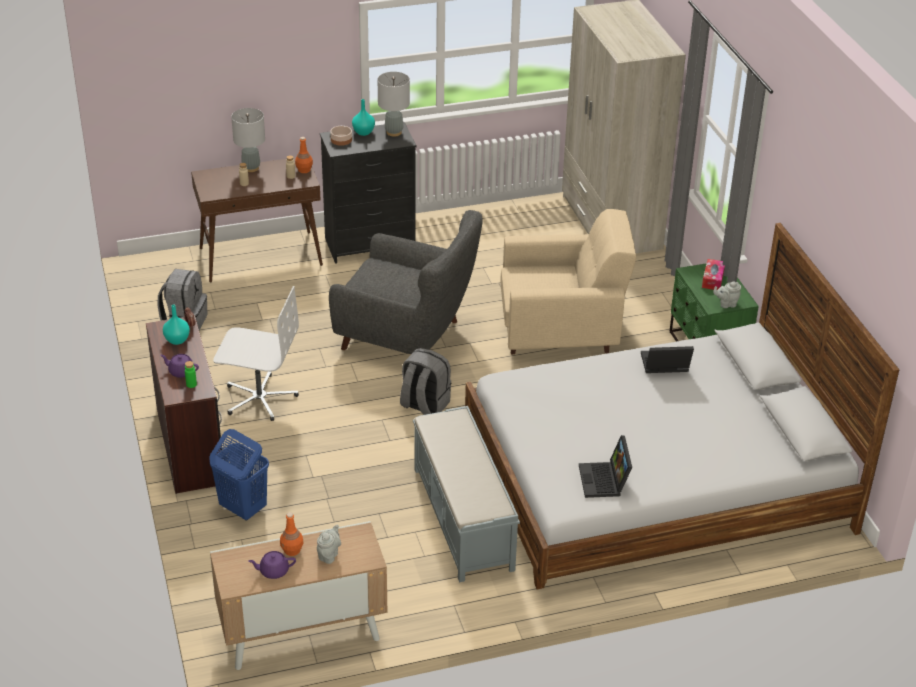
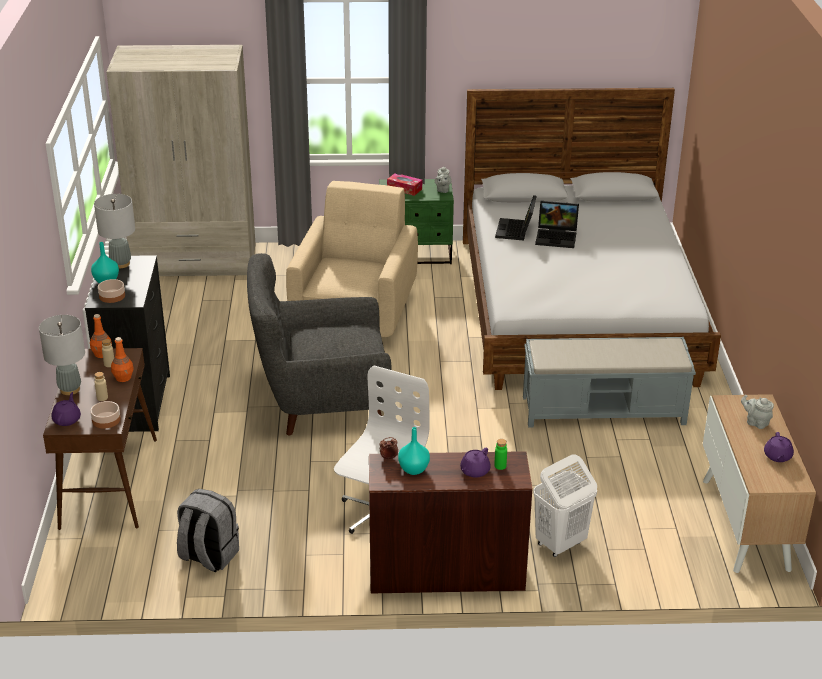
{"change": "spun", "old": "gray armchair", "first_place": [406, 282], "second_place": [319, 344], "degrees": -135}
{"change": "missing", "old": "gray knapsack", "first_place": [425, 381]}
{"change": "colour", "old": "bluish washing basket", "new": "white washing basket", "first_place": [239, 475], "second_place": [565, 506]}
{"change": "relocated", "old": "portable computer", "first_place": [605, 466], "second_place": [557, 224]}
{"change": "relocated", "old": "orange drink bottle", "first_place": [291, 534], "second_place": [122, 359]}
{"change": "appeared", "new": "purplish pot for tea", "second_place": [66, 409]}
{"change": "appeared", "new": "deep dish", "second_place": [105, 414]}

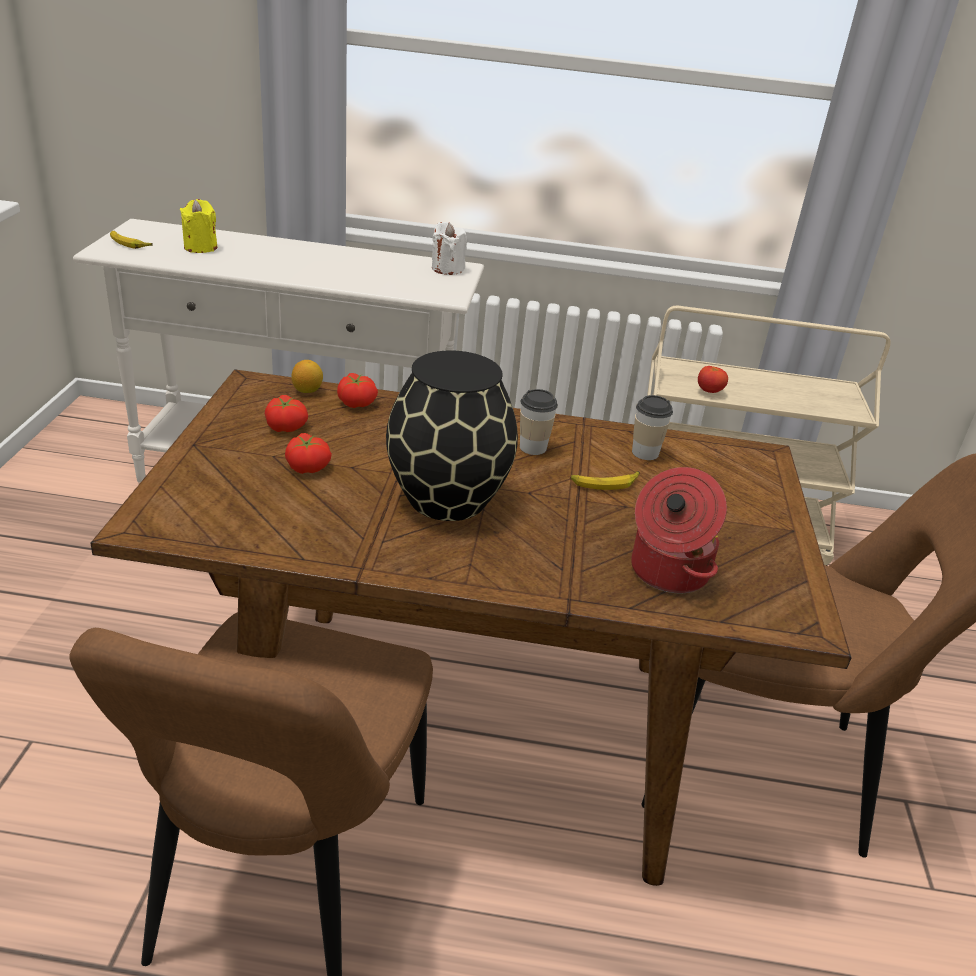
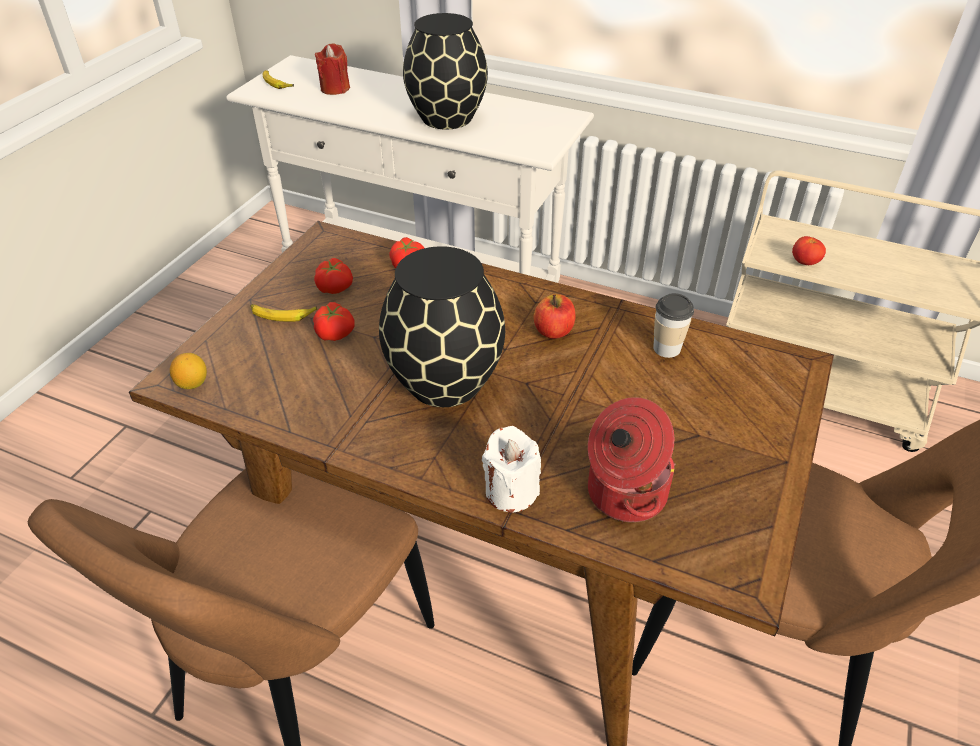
{"change": "colour", "old": "yellowish wax light", "new": "reddish wax light", "first_place": [199, 226], "second_place": [332, 69]}
{"change": "relocated", "old": "white wax light", "first_place": [449, 248], "second_place": [511, 469]}
{"change": "relocated", "old": "lemon", "first_place": [307, 376], "second_place": [188, 371]}
{"change": "exchanged", "old": "small cup", "new": "apple", "first_place": [539, 422], "second_place": [554, 316]}
{"change": "relocated", "old": "whole banana", "first_place": [605, 480], "second_place": [284, 313]}
{"change": "appeared", "new": "blackish flower vase", "second_place": [445, 71]}

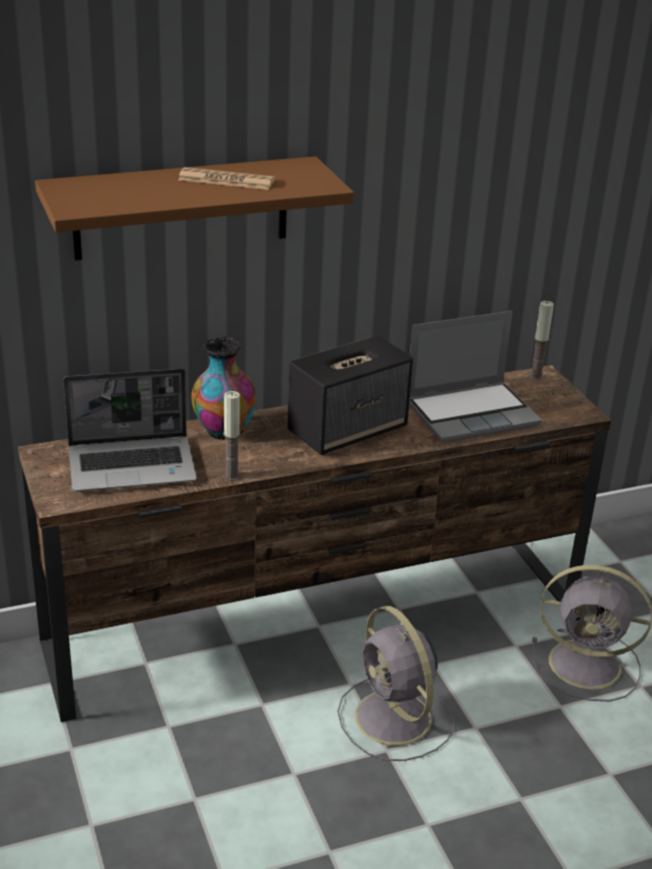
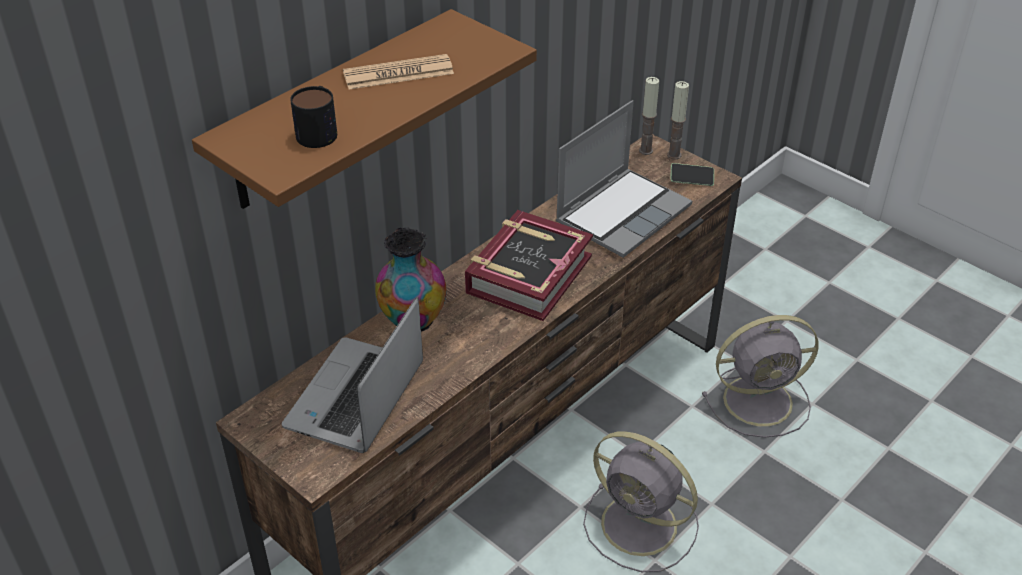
{"change": "exchanged", "old": "audio speaker", "new": "book", "first_place": [350, 395], "second_place": [529, 265]}
{"change": "spun", "old": "portable computer", "first_place": [130, 430], "second_place": [352, 375], "degrees": 150}
{"change": "relocated", "old": "wax light", "first_place": [231, 436], "second_place": [678, 120]}
{"change": "appeared", "new": "tea mug", "second_place": [313, 117]}
{"change": "appeared", "new": "handset", "second_place": [692, 174]}

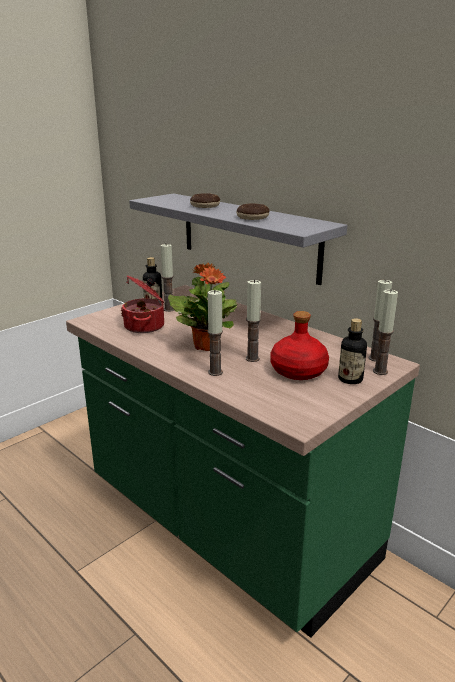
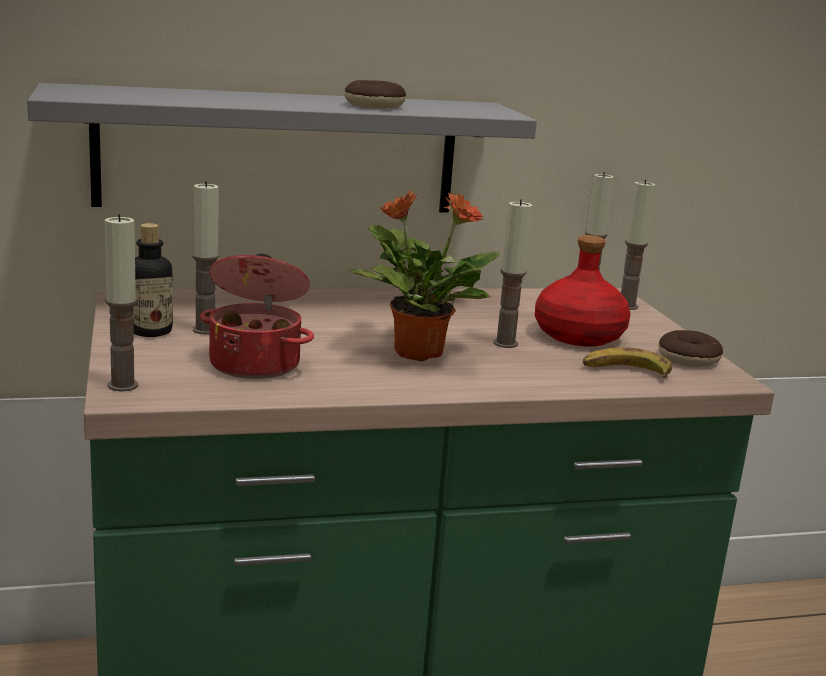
{"change": "relocated", "old": "ring doughnut", "first_place": [205, 200], "second_place": [690, 348]}
{"change": "relocated", "old": "wax light", "first_place": [215, 332], "second_place": [121, 303]}
{"change": "missing", "old": "drink bottle", "first_place": [352, 351]}
{"change": "appeared", "new": "whole banana", "second_place": [627, 362]}

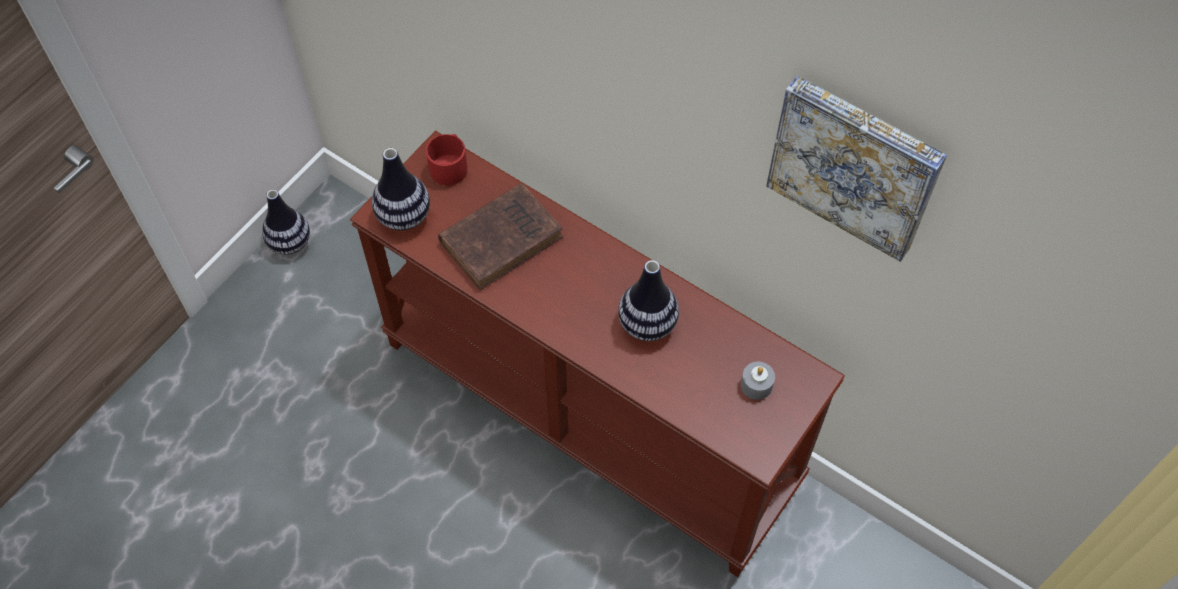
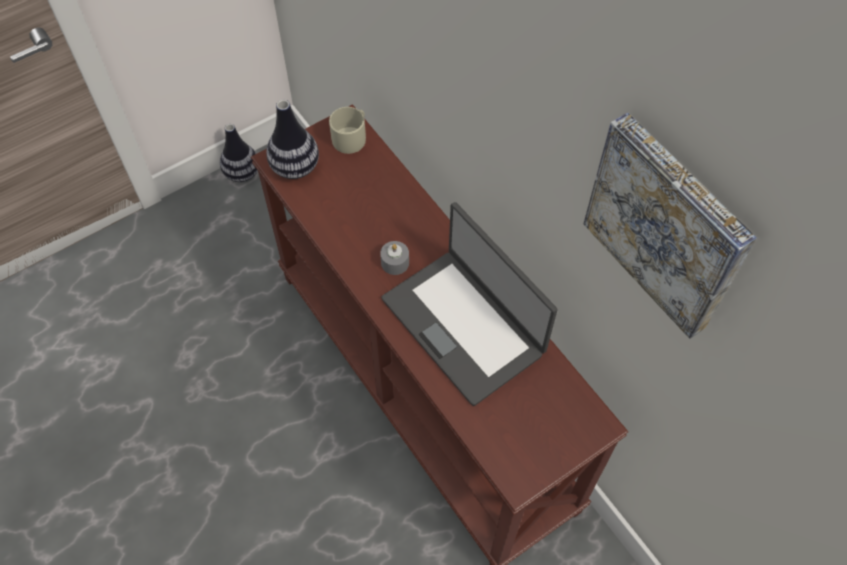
{"change": "colour", "old": "reddish tea mug", "new": "sand-coloured tea mug", "first_place": [446, 160], "second_place": [347, 130]}
{"change": "missing", "old": "brown-coloured book", "first_place": [500, 236]}
{"change": "exchanged", "old": "flower vase", "new": "portable computer", "first_place": [648, 300], "second_place": [469, 304]}
{"change": "relocated", "old": "gray wax light", "first_place": [758, 381], "second_place": [394, 258]}

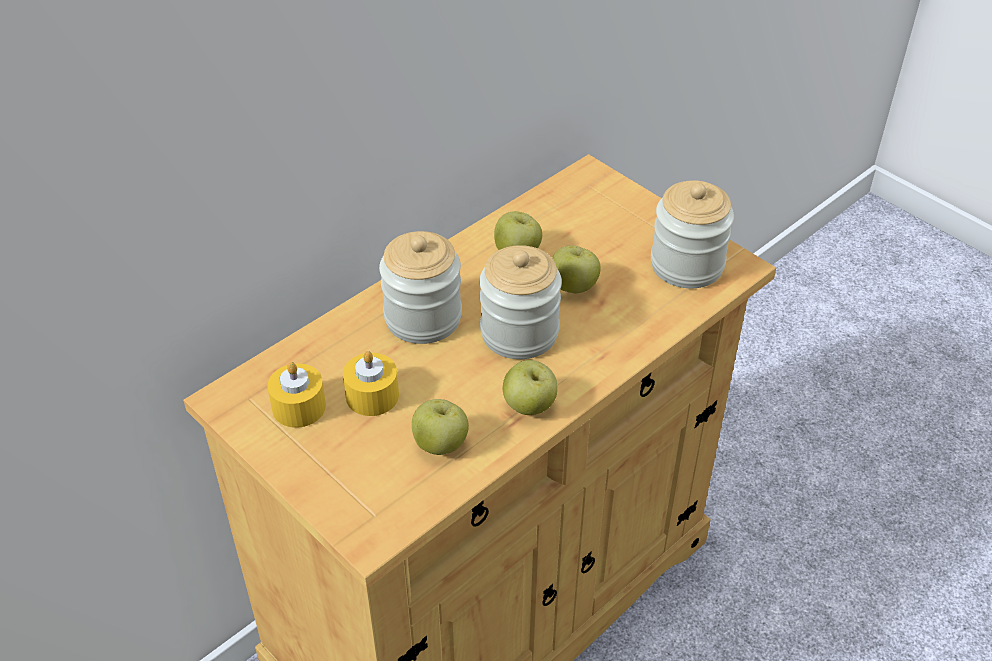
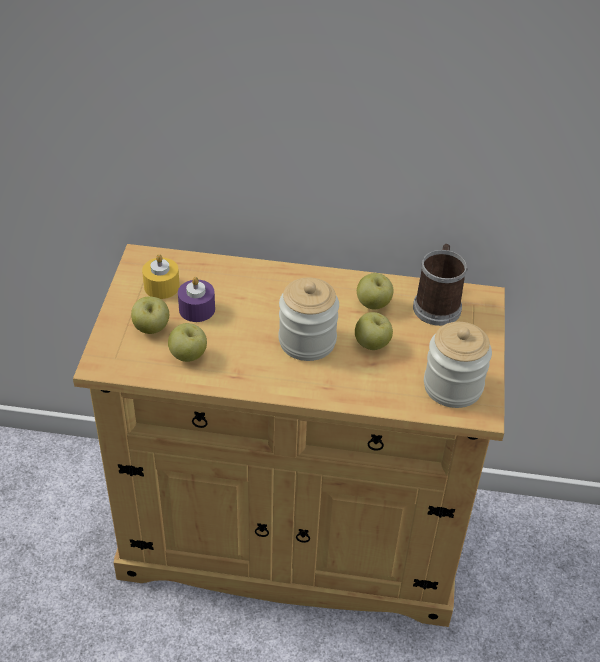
{"change": "missing", "old": "storage jar", "first_place": [420, 287]}
{"change": "colour", "old": "yellowish wax light", "new": "purplish wax light", "first_place": [371, 383], "second_place": [196, 299]}
{"change": "relocated", "old": "apple", "first_place": [530, 387], "second_place": [150, 315]}
{"change": "appeared", "new": "tea mug", "second_place": [440, 285]}

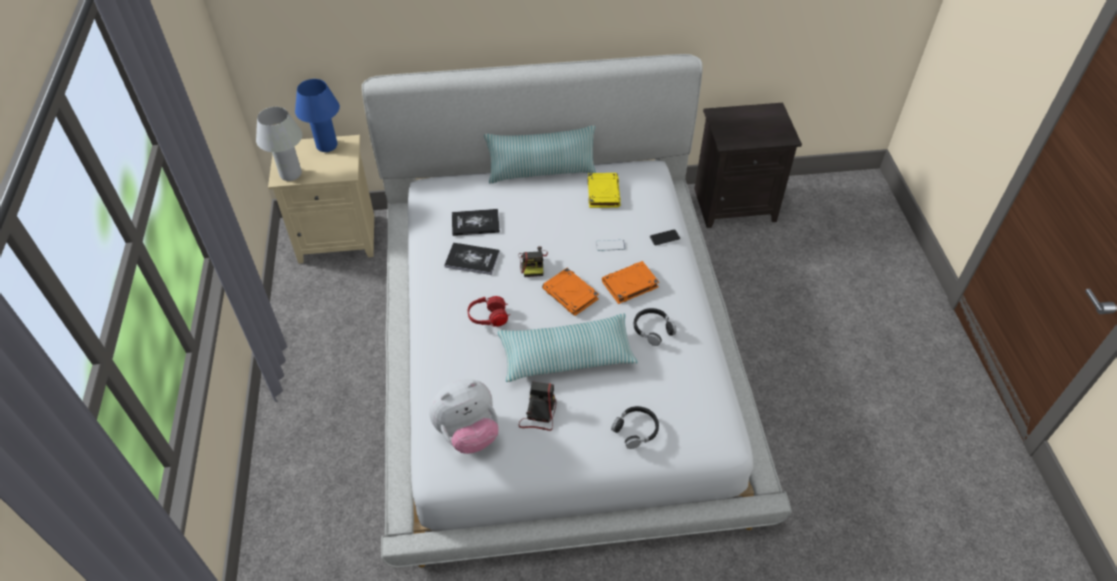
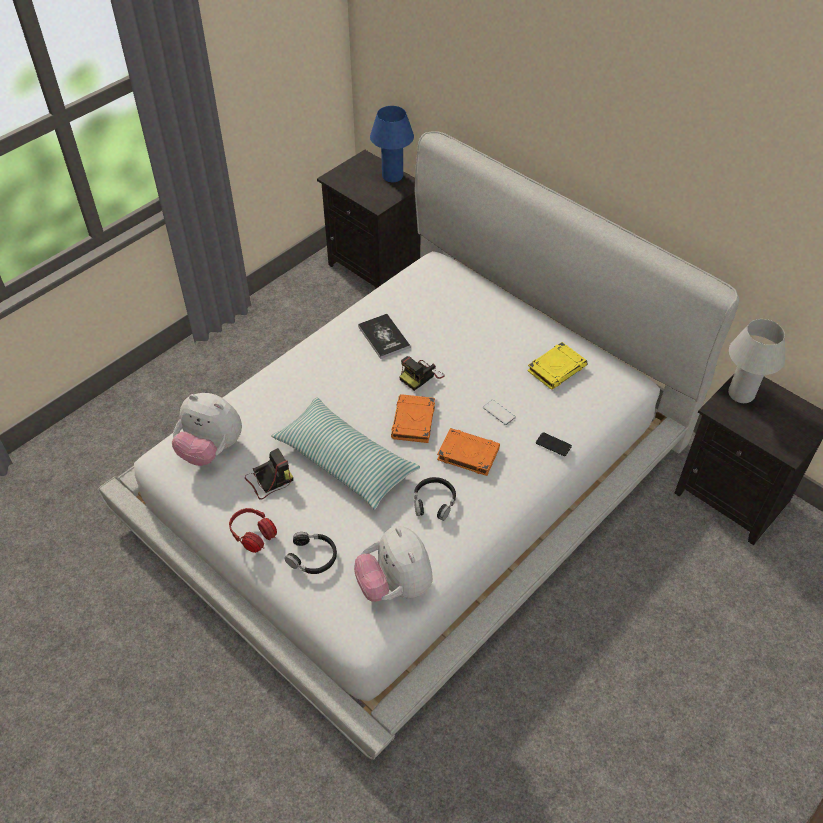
{"change": "relocated", "old": "white tabletop lamp", "first_place": [279, 144], "second_place": [756, 361]}
{"change": "missing", "old": "cushion", "first_place": [540, 154]}
{"change": "colour", "old": "sand-coloured night table", "new": "blackish night table", "first_place": [321, 199], "second_place": [369, 219]}
{"change": "missing", "old": "book", "first_place": [476, 222]}
{"change": "relocated", "old": "reddish headphones", "first_place": [488, 311], "second_place": [253, 530]}
{"change": "appeared", "new": "plush toy", "second_place": [393, 564]}

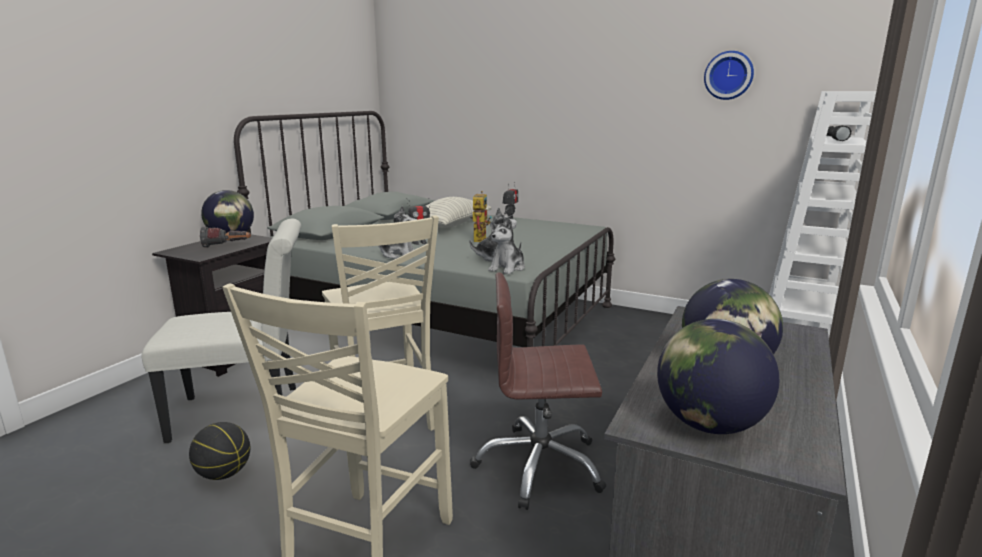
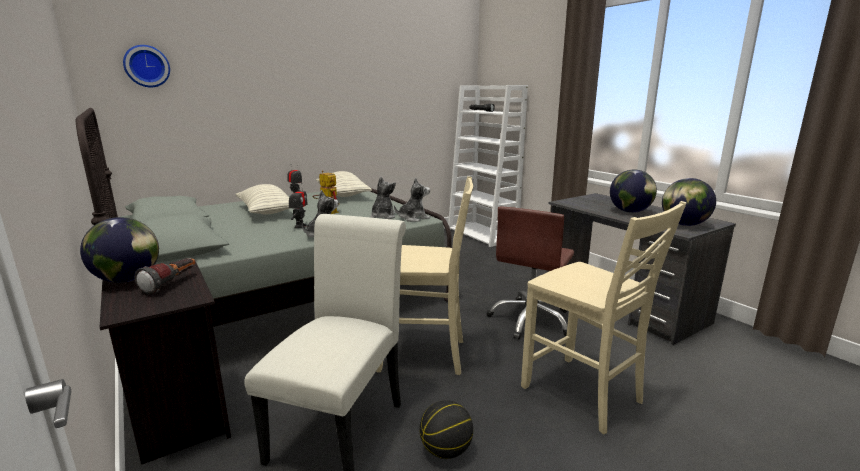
{"change": "relocated", "old": "wall clock", "first_place": [729, 75], "second_place": [146, 66]}
{"change": "spun", "old": "plush toy", "first_place": [506, 245], "second_place": [412, 200], "degrees": -90}
{"change": "appeared", "new": "cushion", "second_place": [344, 184]}

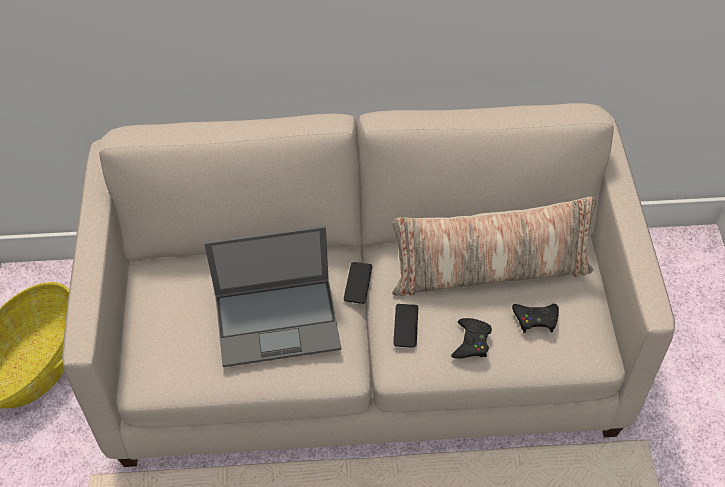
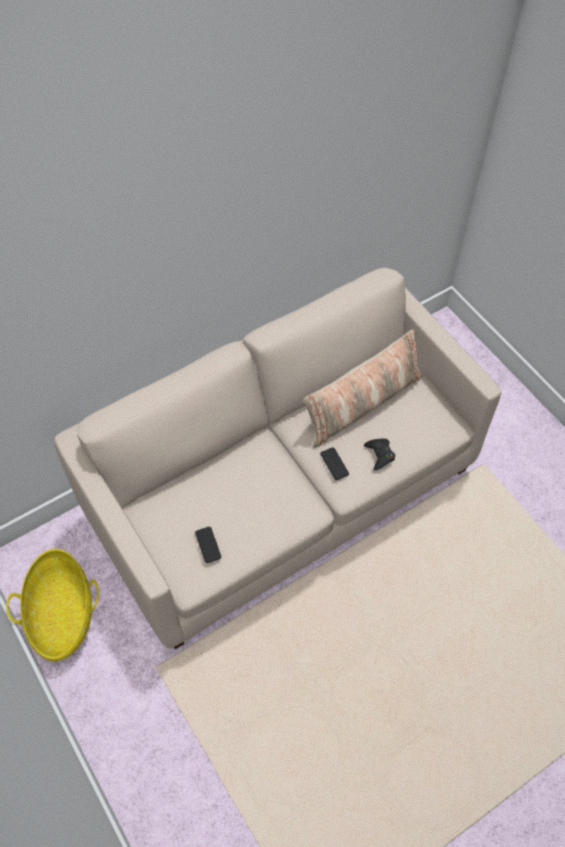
{"change": "missing", "old": "portable computer", "first_place": [272, 296]}
{"change": "relocated", "old": "handset", "first_place": [358, 283], "second_place": [208, 544]}
{"change": "missing", "old": "blackish joypad", "first_place": [535, 318]}

